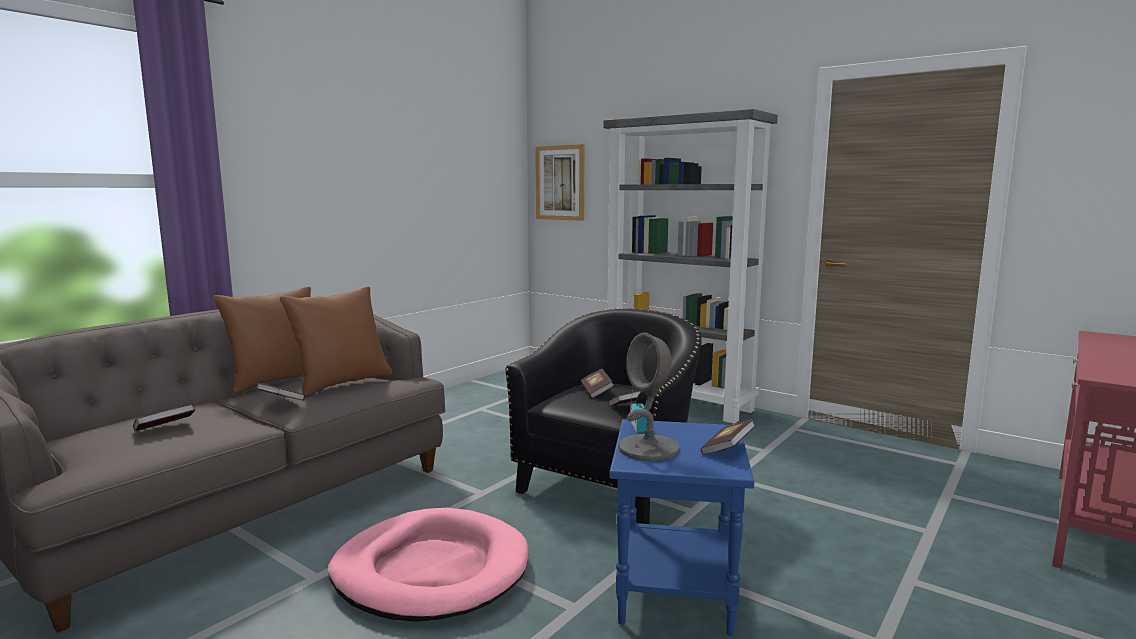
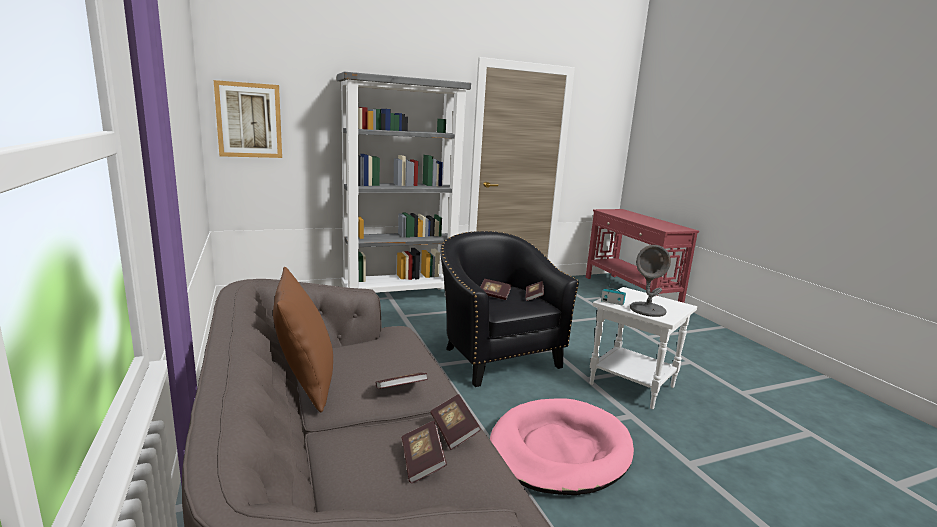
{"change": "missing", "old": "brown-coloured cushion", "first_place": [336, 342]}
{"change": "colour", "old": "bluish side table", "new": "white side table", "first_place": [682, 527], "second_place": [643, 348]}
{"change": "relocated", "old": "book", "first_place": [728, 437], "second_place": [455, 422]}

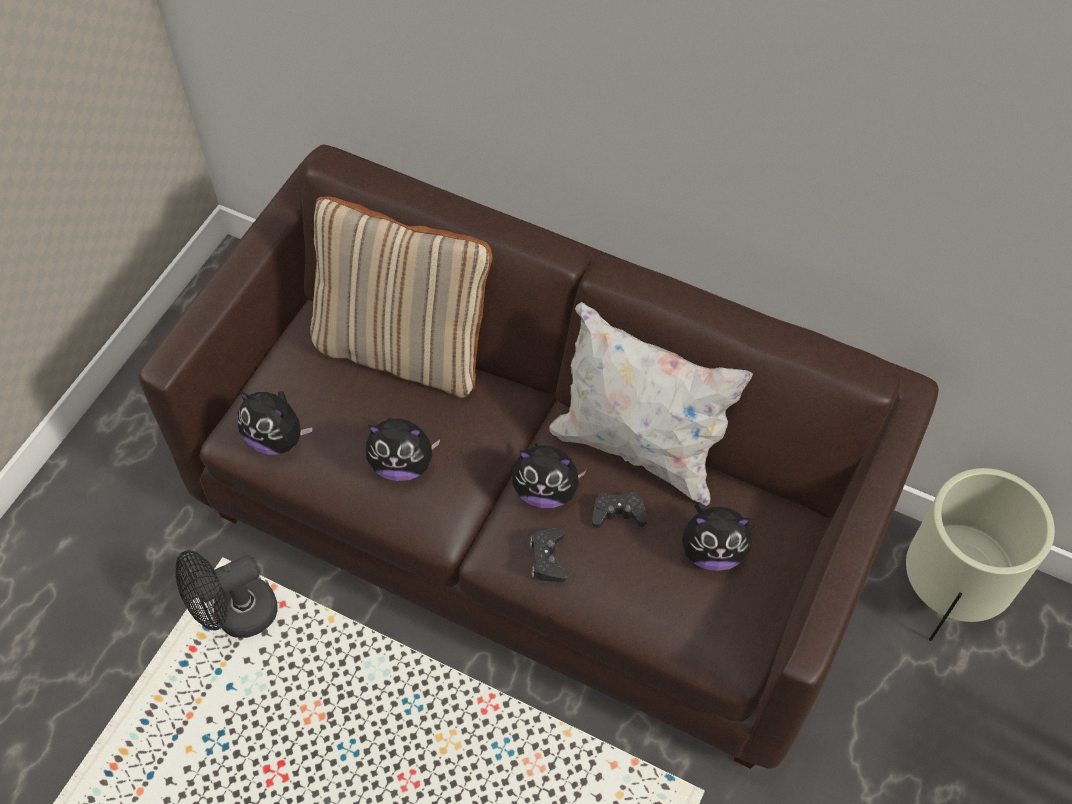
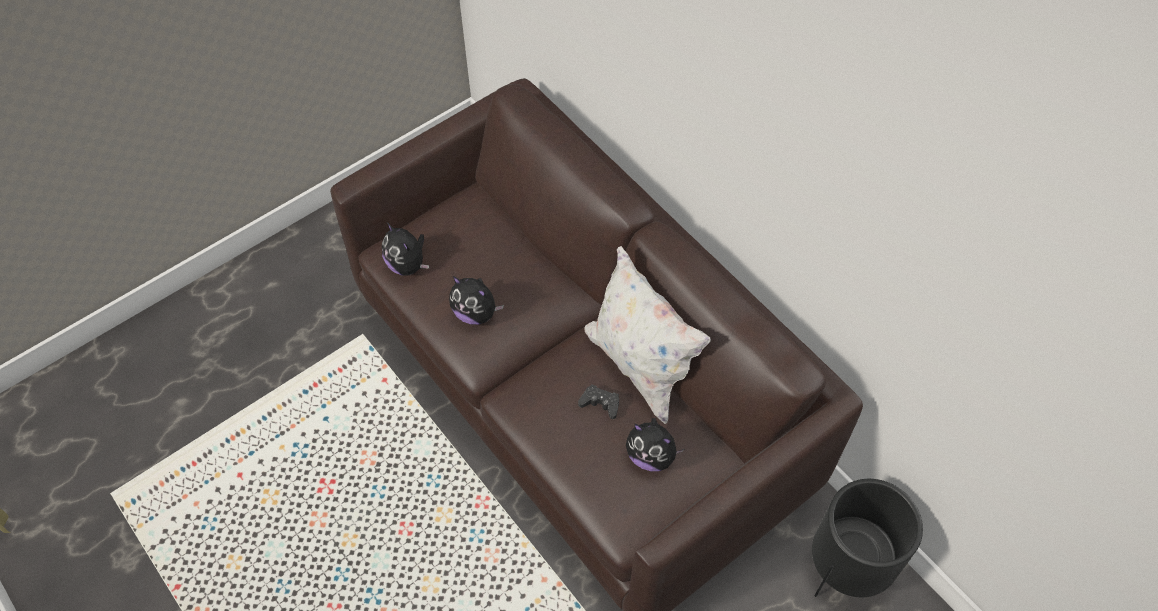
{"change": "missing", "old": "sand-coloured cushion", "first_place": [401, 297]}
{"change": "missing", "old": "plush toy", "first_place": [549, 475]}
{"change": "colour", "old": "sand-coloured plant pot", "new": "blackish plant pot", "first_place": [980, 554], "second_place": [867, 538]}
{"change": "missing", "old": "blackish joypad", "first_place": [549, 555]}
{"change": "missing", "old": "blackish electric fan", "first_place": [226, 594]}

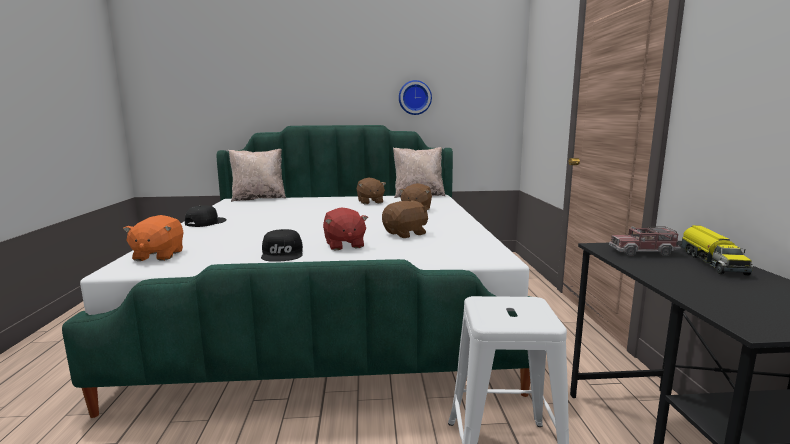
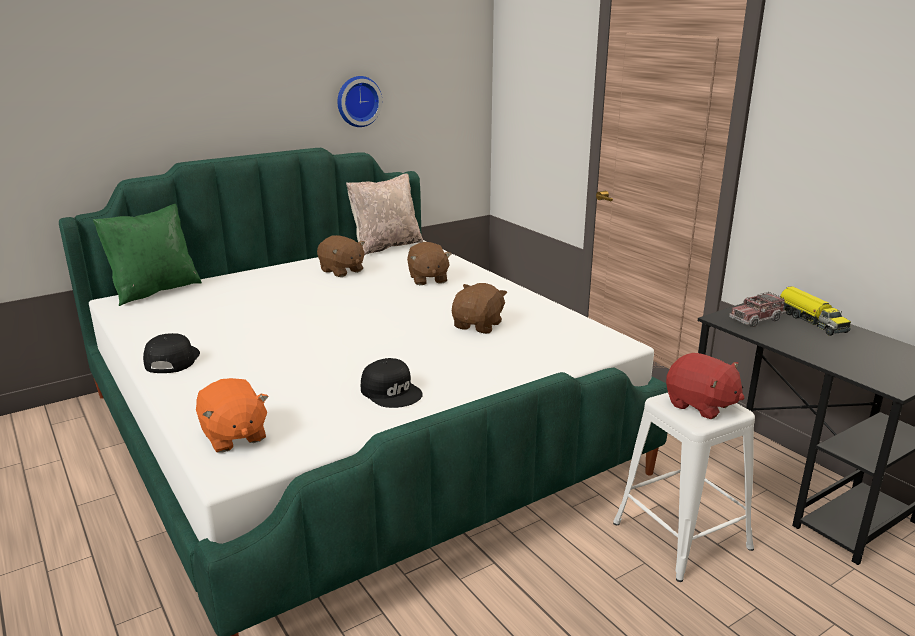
{"change": "colour", "old": "sand-coloured cushion", "new": "green cushion", "first_place": [257, 175], "second_place": [147, 255]}
{"change": "relocated", "old": "reddish plush toy", "first_place": [345, 229], "second_place": [705, 386]}

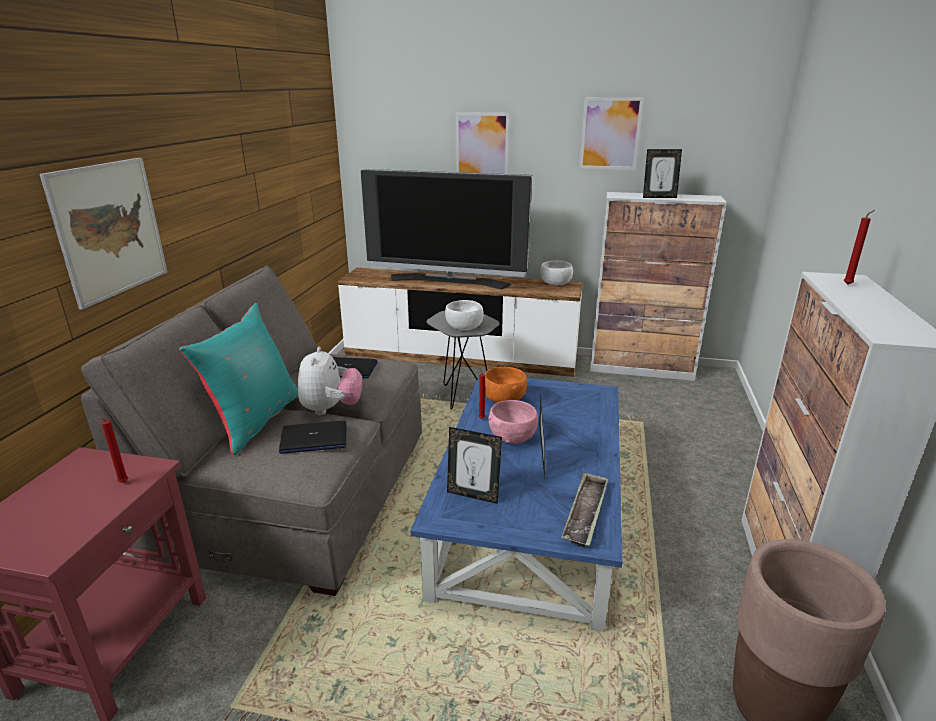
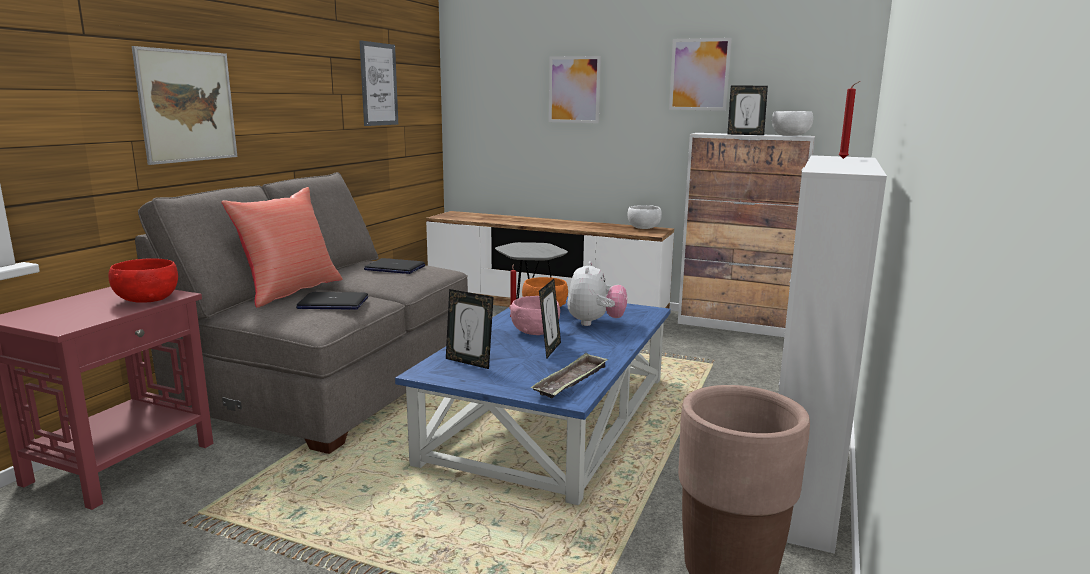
{"change": "missing", "old": "TV", "first_place": [446, 229]}
{"change": "relocated", "old": "white deep dish", "first_place": [464, 315], "second_place": [792, 123]}
{"change": "colour", "old": "turquoise-coloured cushion", "new": "reddish cushion", "first_place": [238, 379], "second_place": [282, 247]}
{"change": "relocated", "old": "plush toy", "first_place": [330, 381], "second_place": [597, 293]}
{"change": "exchanged", "old": "reddish wax light", "new": "reddish deep dish", "first_place": [112, 449], "second_place": [143, 280]}
{"change": "appeared", "new": "wall picture", "second_place": [378, 83]}

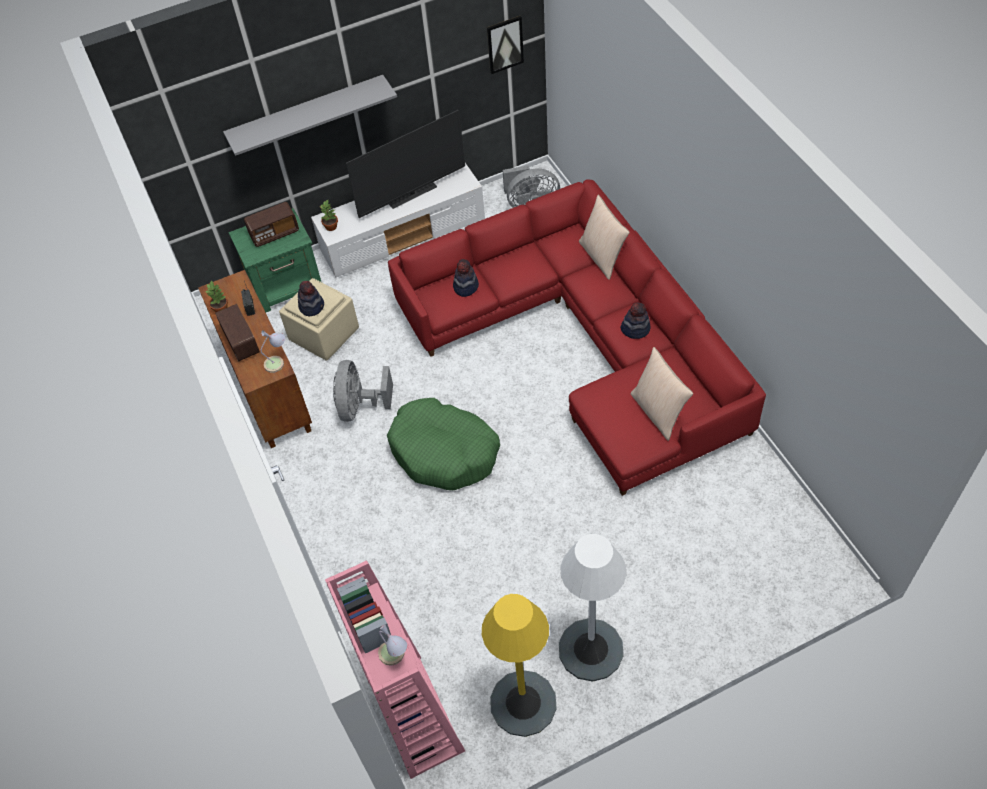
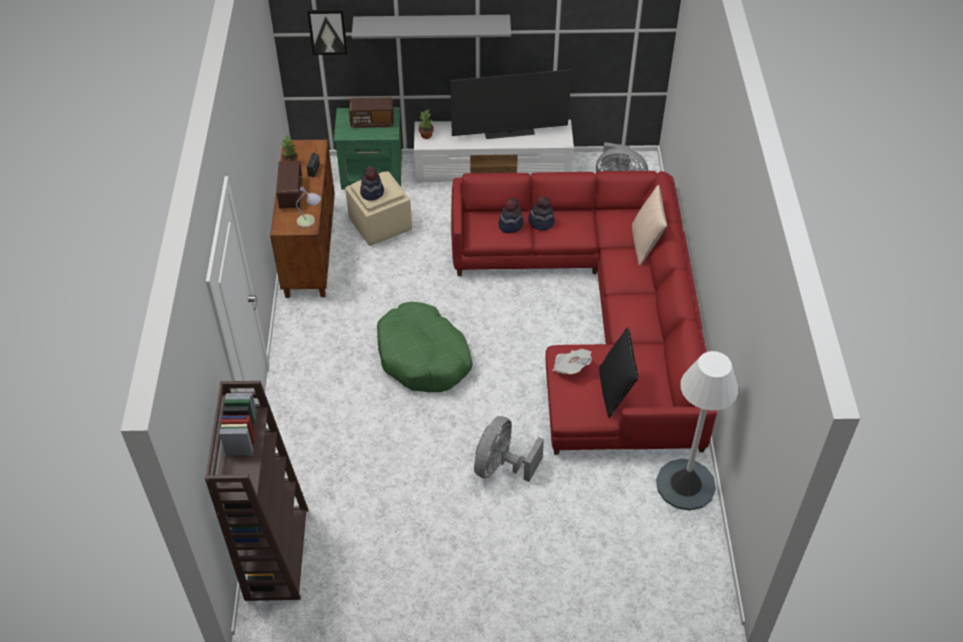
{"change": "relocated", "old": "wall picture", "first_place": [505, 45], "second_place": [327, 32]}
{"change": "relocated", "old": "wearable hat", "first_place": [635, 321], "second_place": [541, 213]}
{"change": "colour", "old": "sand-coloured cushion", "new": "blackish cushion", "first_place": [662, 394], "second_place": [619, 372]}
{"change": "relocated", "old": "gray electric fan", "first_place": [363, 391], "second_place": [509, 449]}
{"change": "relocated", "old": "white floor lamp", "first_place": [592, 608], "second_place": [697, 431]}
{"change": "colour", "old": "pinkish shelving unit", "new": "brown-coloured shelving unit", "first_place": [395, 669], "second_place": [256, 491]}
{"change": "missing", "old": "yellowish floor lamp", "first_place": [519, 665]}
{"change": "missing", "old": "tabletop lamp", "first_place": [392, 644]}
{"change": "appeared", "new": "printed paper", "second_place": [572, 361]}

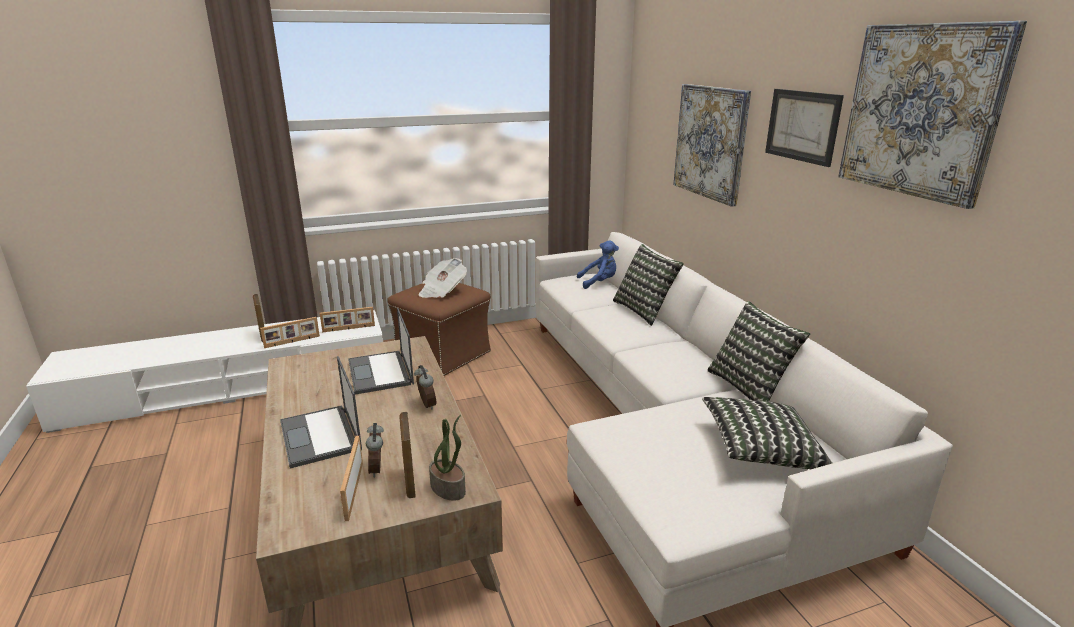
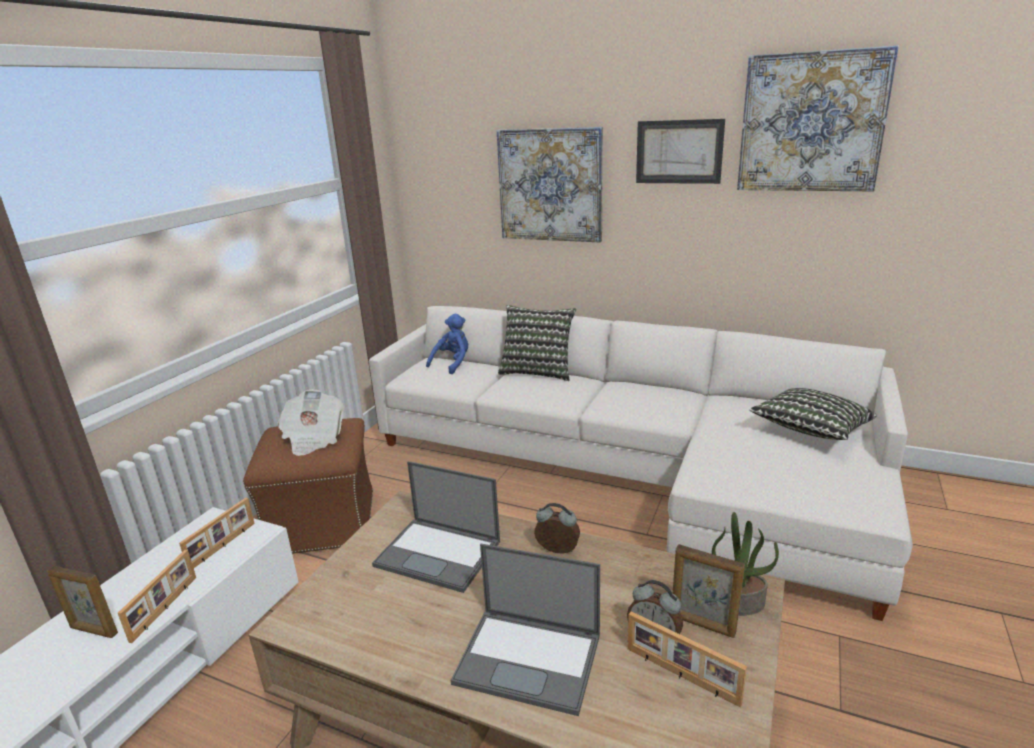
{"change": "missing", "old": "cushion", "first_place": [758, 351]}

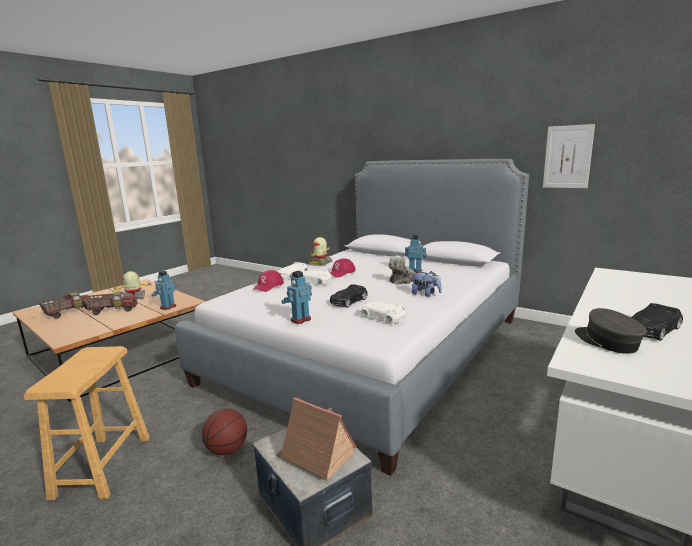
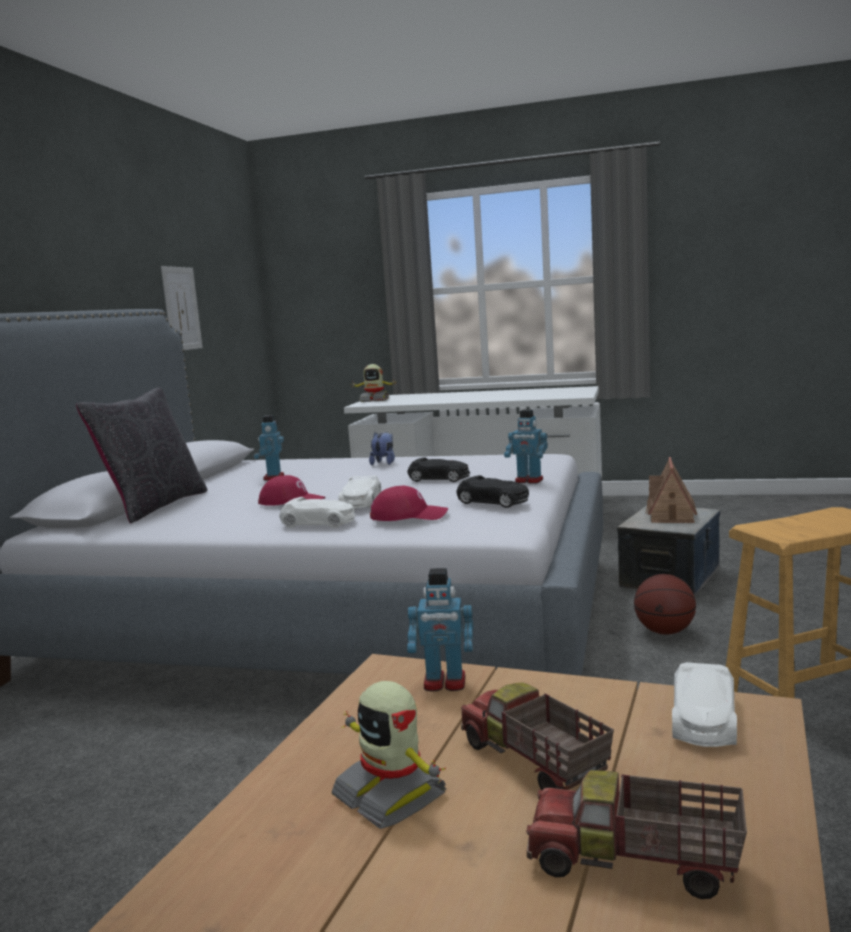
{"change": "relocated", "old": "robot figure", "first_place": [319, 251], "second_place": [374, 383]}
{"change": "missing", "old": "plush toy", "first_place": [405, 270]}
{"change": "relocated", "old": "white model car", "first_place": [383, 313], "second_place": [704, 704]}
{"change": "relocated", "old": "blackish model car", "first_place": [657, 322], "second_place": [492, 491]}
{"change": "missing", "old": "gray cap", "first_place": [611, 331]}
{"change": "appeared", "new": "blackish cushion", "second_place": [142, 456]}

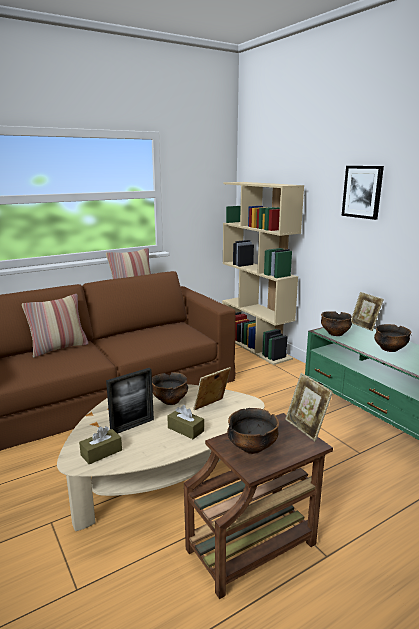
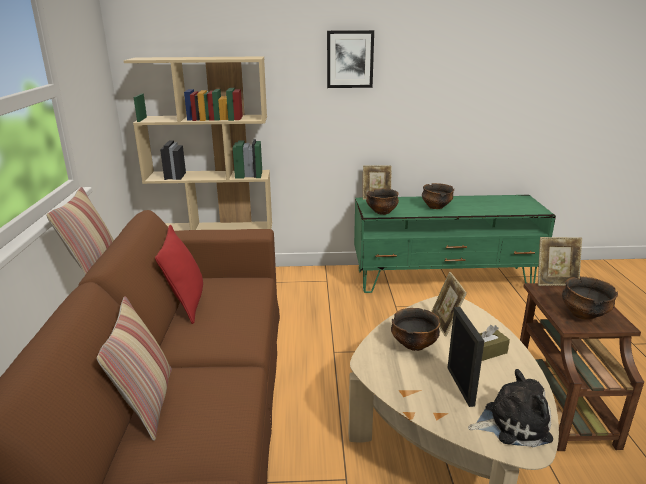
{"change": "exchanged", "old": "brown-coloured tissue holder", "new": "plush toy", "first_place": [100, 445], "second_place": [510, 408]}
{"change": "appeared", "new": "reddish cushion", "second_place": [179, 274]}

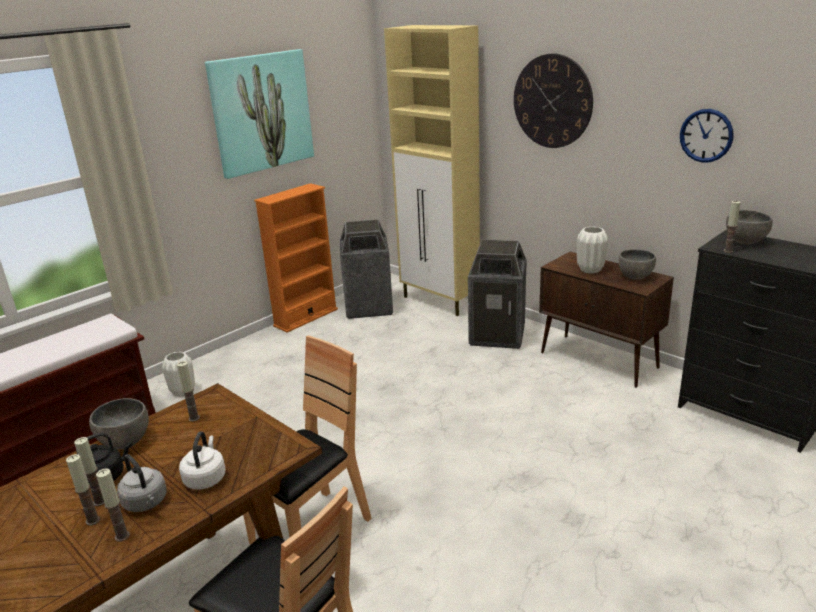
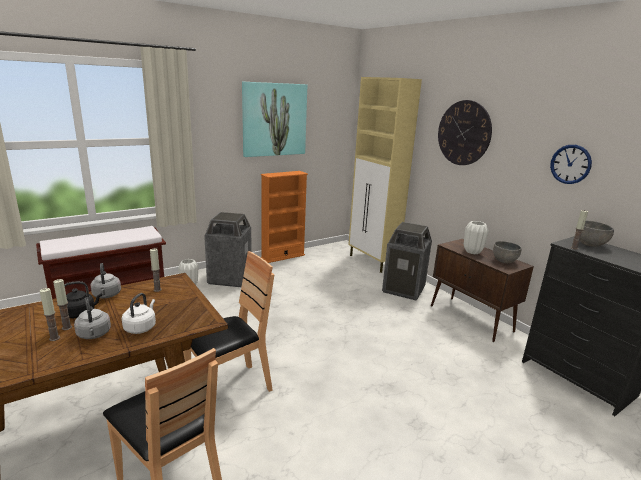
{"change": "relocated", "old": "waste bin", "first_place": [366, 269], "second_place": [228, 249]}
{"change": "exchanged", "old": "gray deep dish", "new": "gray kettle", "first_place": [119, 424], "second_place": [105, 280]}
{"change": "missing", "old": "wax light", "first_place": [113, 505]}

